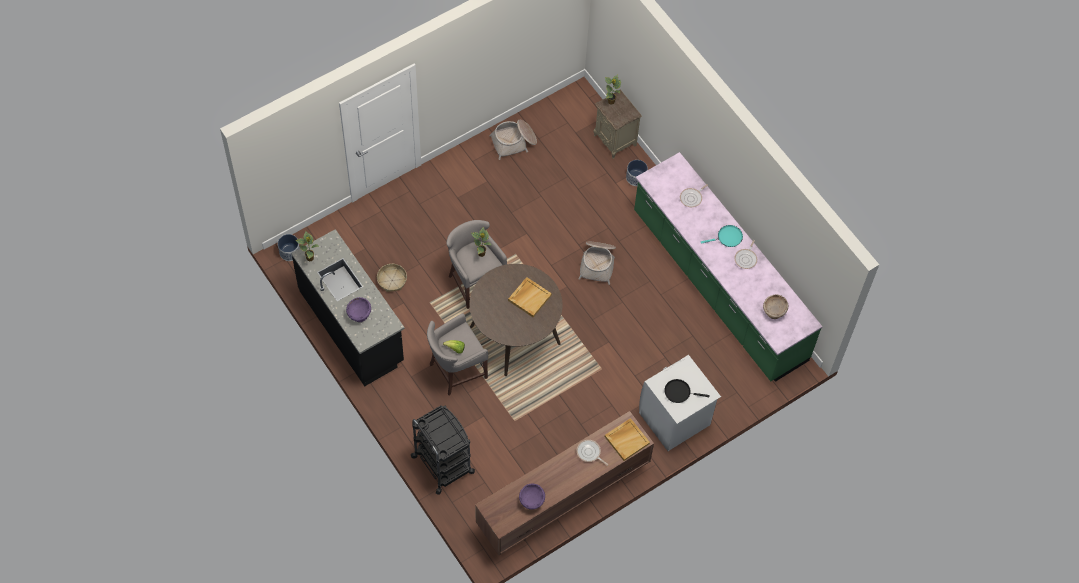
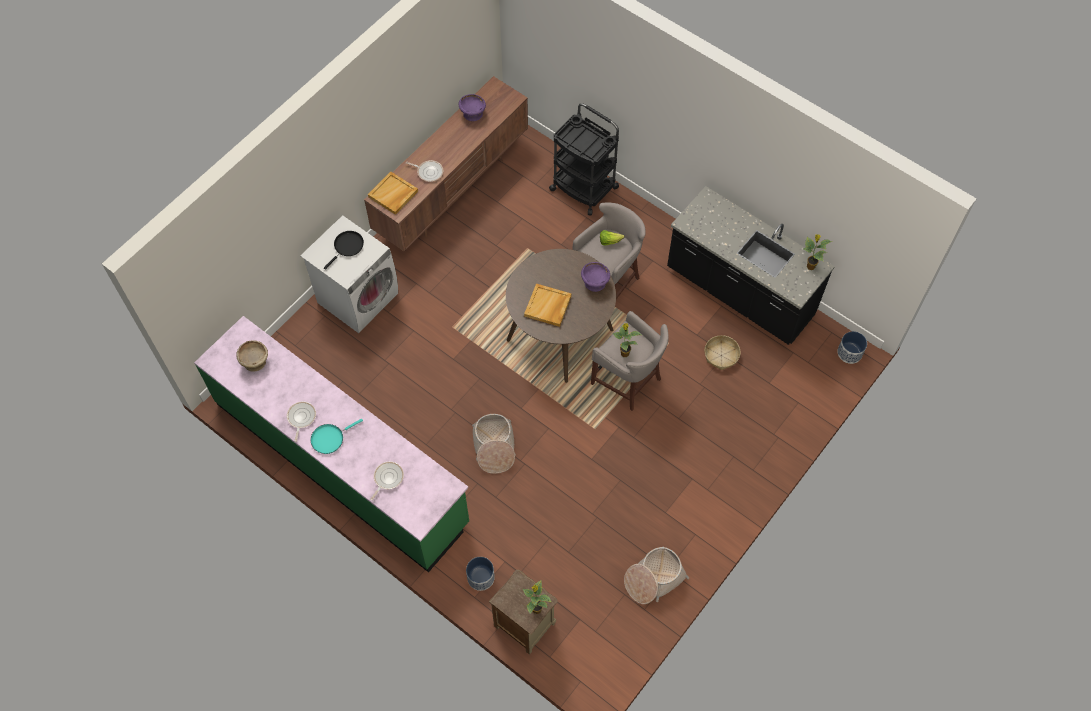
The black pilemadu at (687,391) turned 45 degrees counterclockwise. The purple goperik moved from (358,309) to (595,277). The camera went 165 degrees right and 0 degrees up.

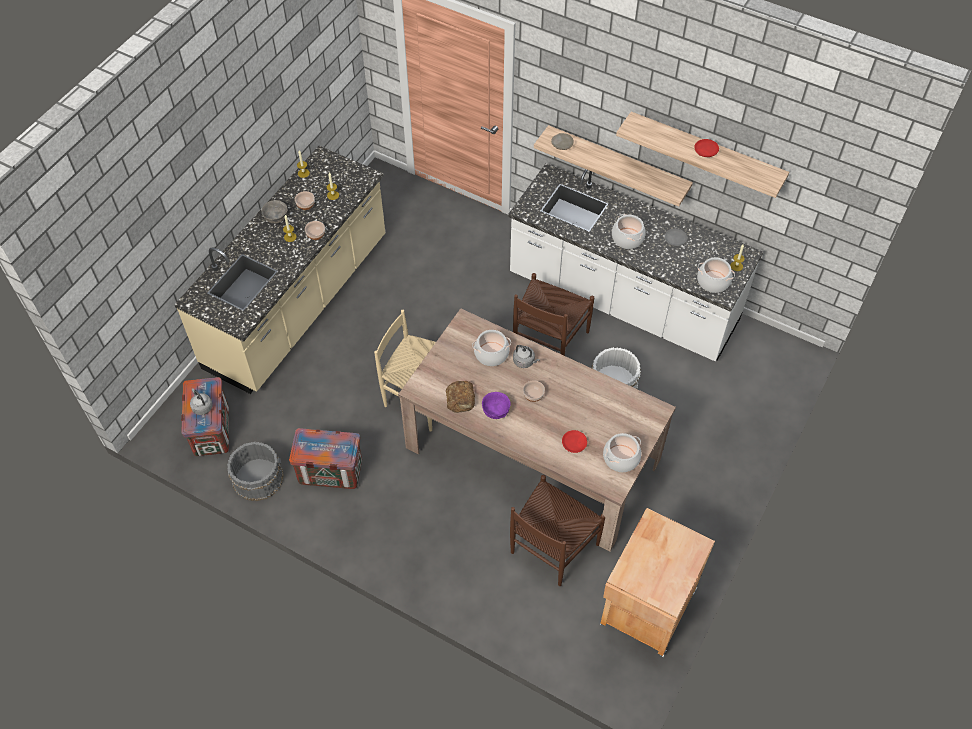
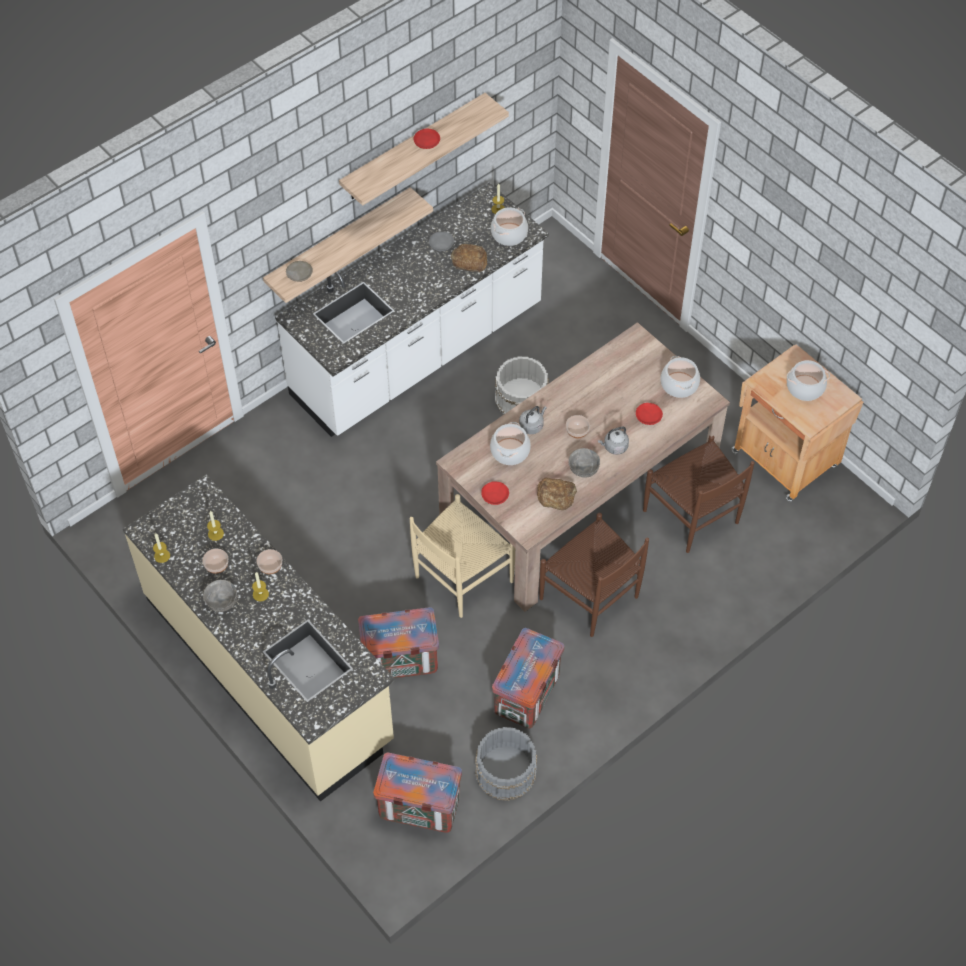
The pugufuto at (398,642) appeared. The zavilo at (469,258) appeared. The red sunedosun at (495,493) appeared. The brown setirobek moved from (553,314) to (594,575). The purple goperik at (496,405) became the grey goperik at (584,463). The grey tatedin moved from (201,401) to (613,440). The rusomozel moved from (629,231) to (808,380). The camera went 70 degrees left and 0 degrees up.

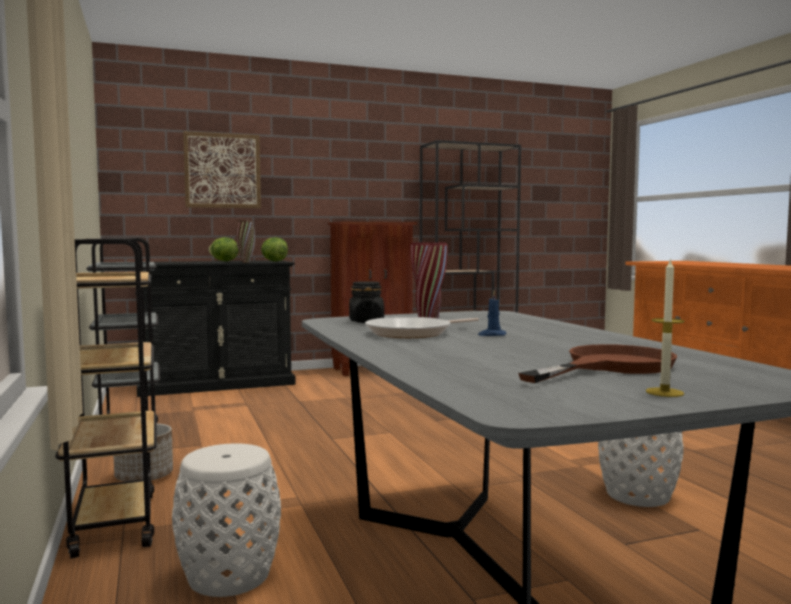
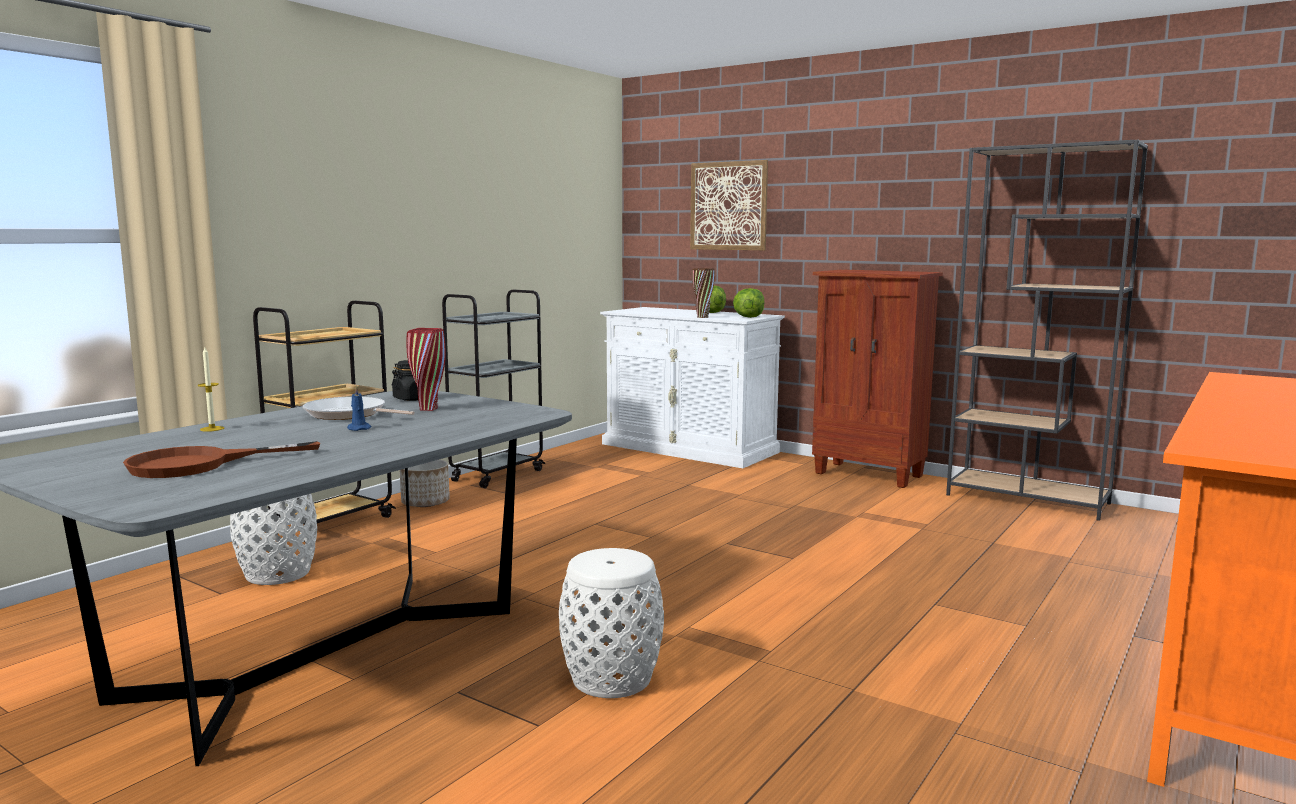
The brown pilemadu at (597,363) turned 135 degrees clockwise. The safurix moved from (665,327) to (211,389). The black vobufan at (215,328) became the white vobufan at (692,387). The camera went 55 degrees right and 5 degrees up.

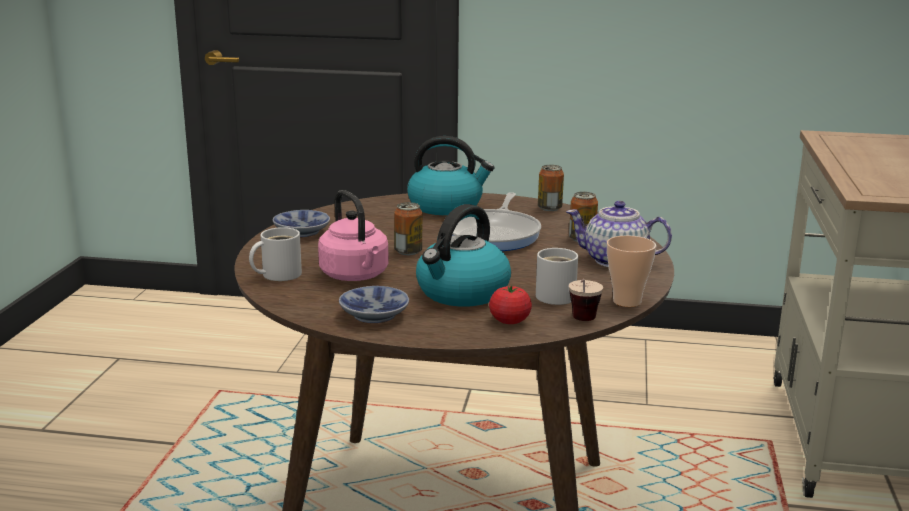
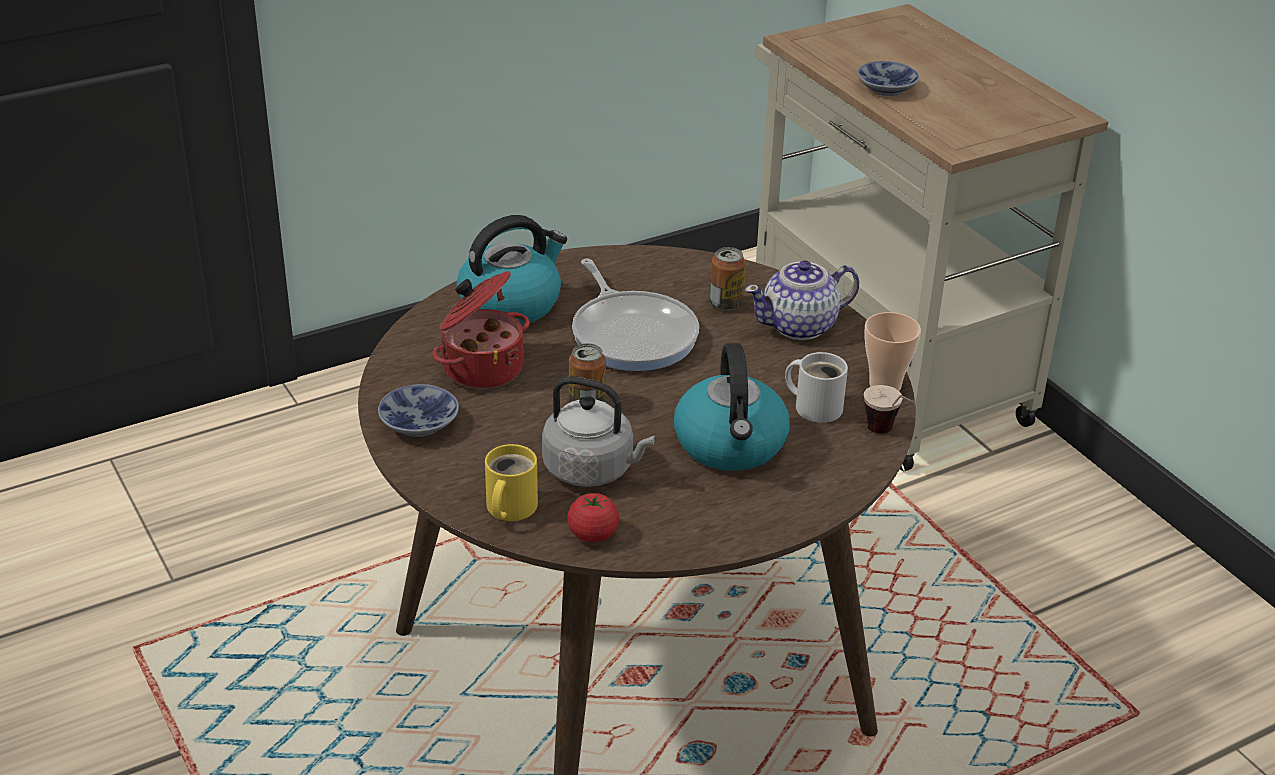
The rusomozel at (481,330) appeared. The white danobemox at (275,254) became the yellow danobemox at (511,482). The pink tatedin at (353,235) became the grey tatedin at (598,431). The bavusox moved from (510,305) to (593,517). The goperik moved from (374,304) to (888,78). The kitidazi at (551,188) disappeared. The camera went 40 degrees left and 15 degrees up.

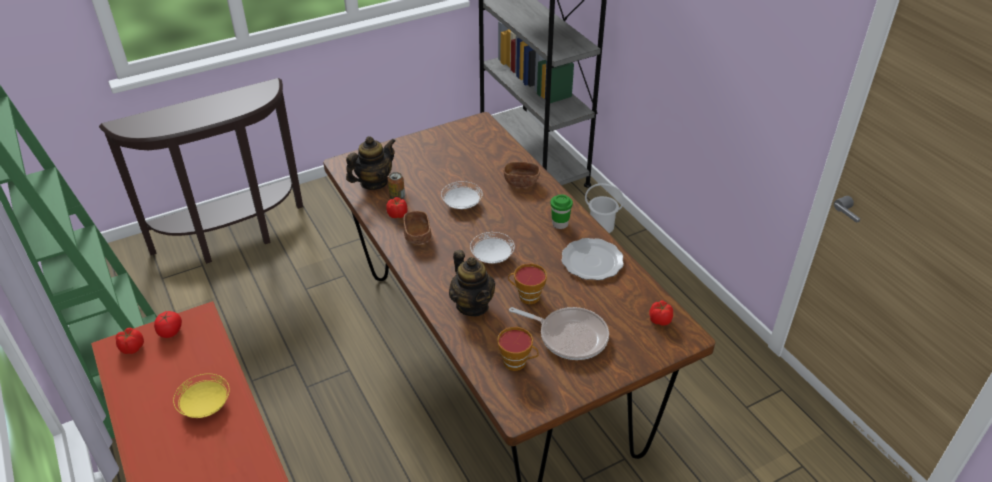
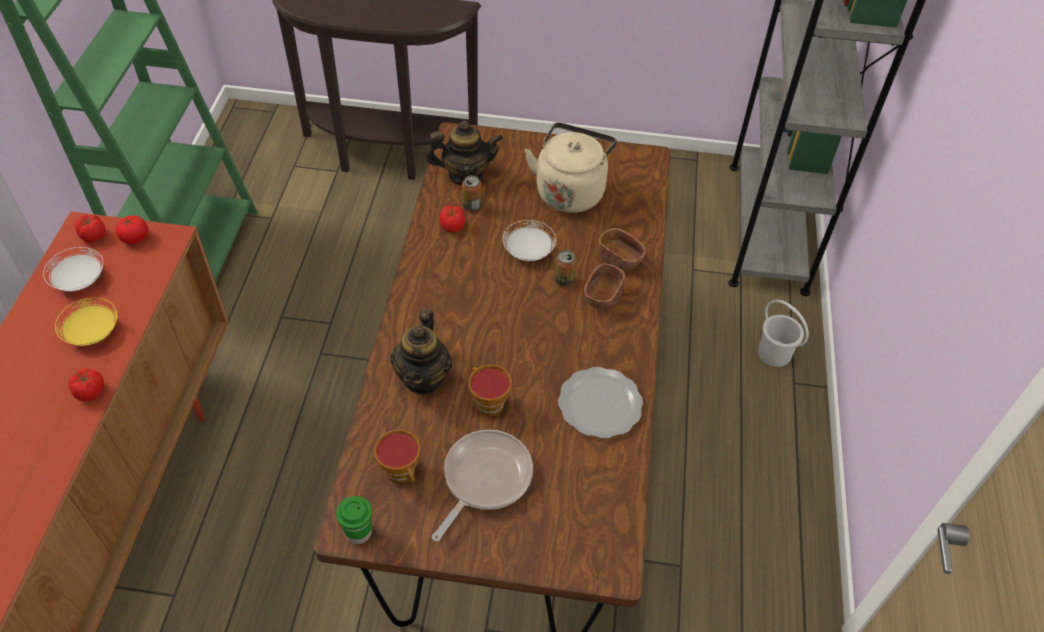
The white sunedosun moved from (492,248) to (73,269). The bavusox moved from (661,313) to (86,385). The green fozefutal moved from (561,211) to (354,520). The pilemadu at (559,333) turned 120 degrees counterclockwise. The beige tatedin at (570,167) appeared. The kitidazi at (565,268) appeared. The brown goperik moved from (417,227) to (604,287). The camera went 35 degrees right and 10 degrees up.

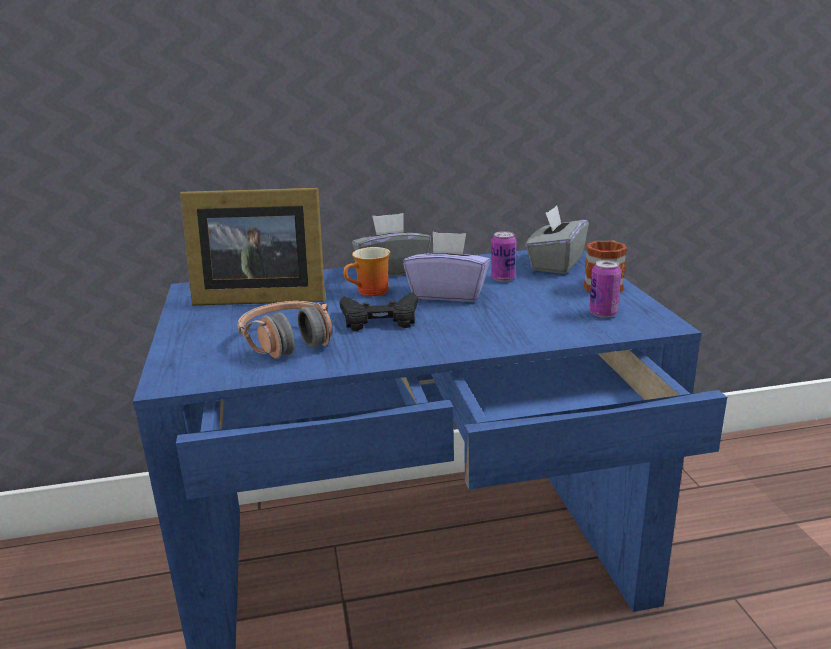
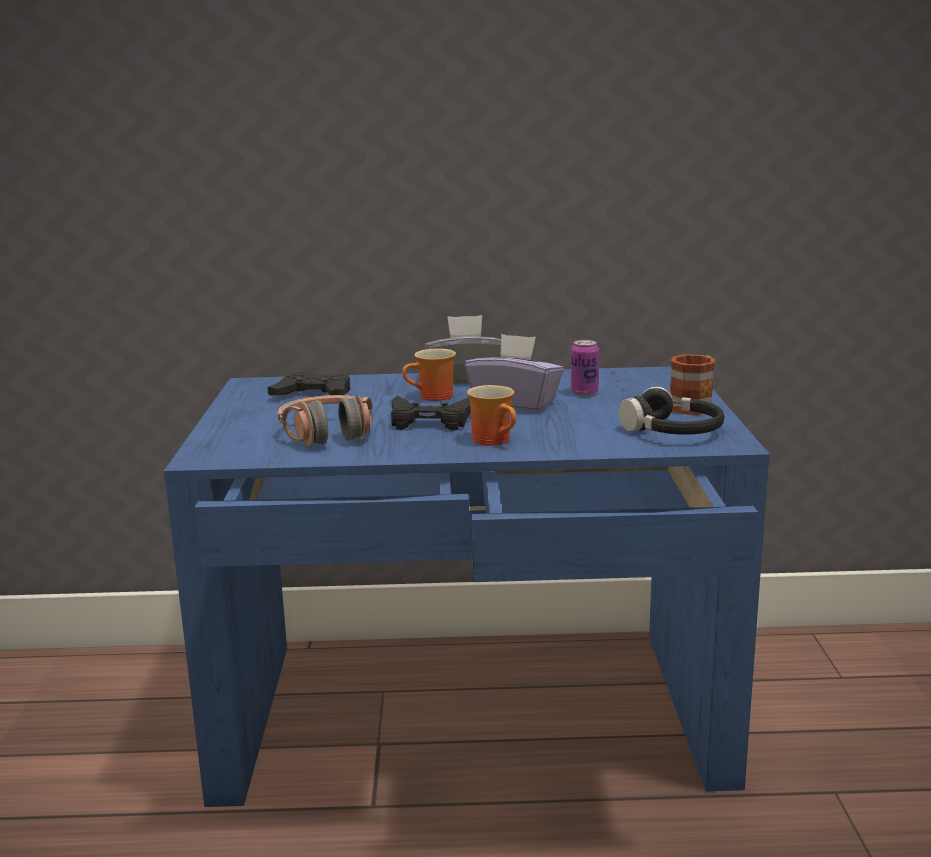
The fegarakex at (252,246) was replaced by the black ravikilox at (308,384). The danobemox at (491,415) appeared. The kitidazi at (605,289) was replaced by the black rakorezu at (671,410). The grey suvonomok at (557,239) disappeared. The camera went 10 degrees right and 5 degrees down.

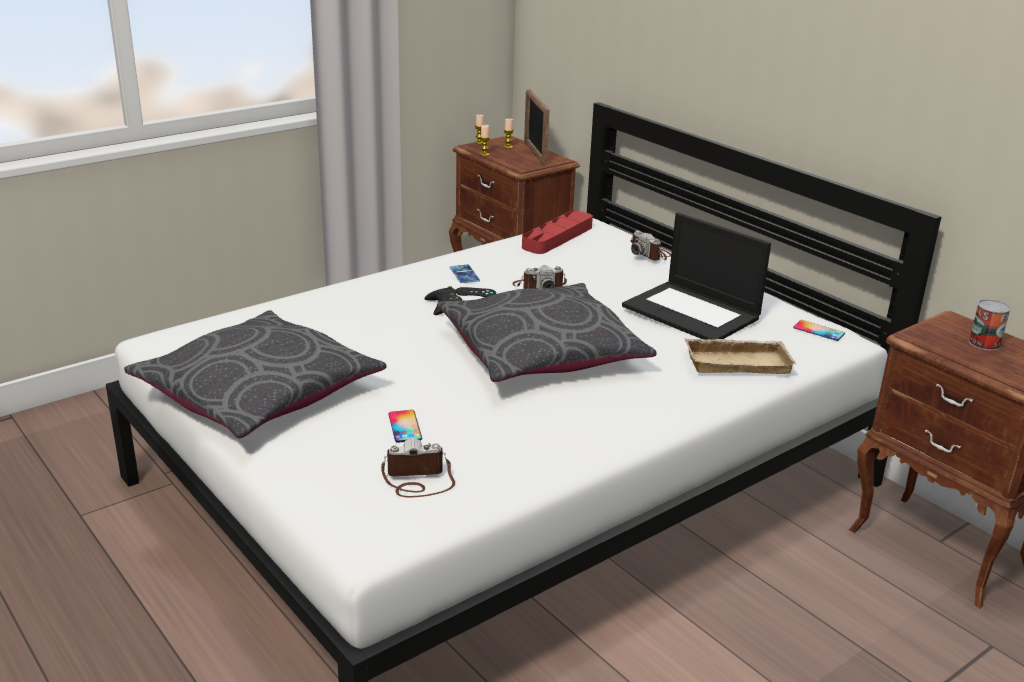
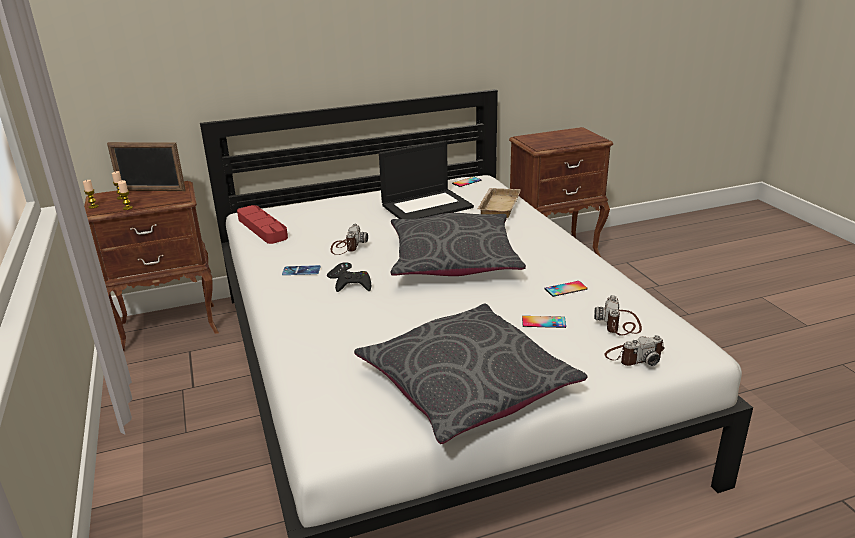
The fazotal at (566,289) appeared. The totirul moved from (651,245) to (634,350). The kitidazi at (990,325) disappeared. The camera went 70 degrees left and 0 degrees up.

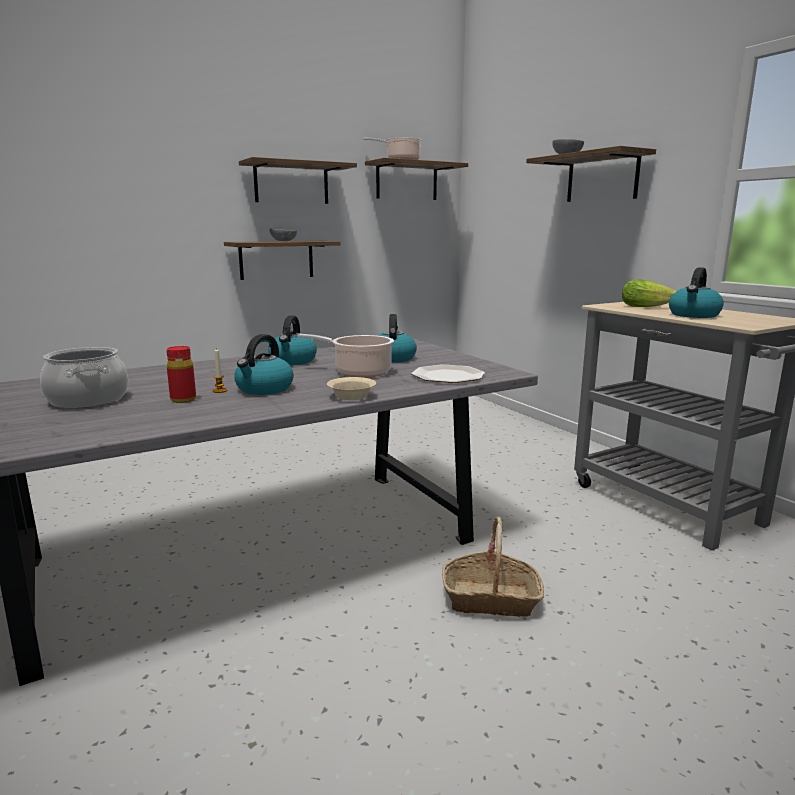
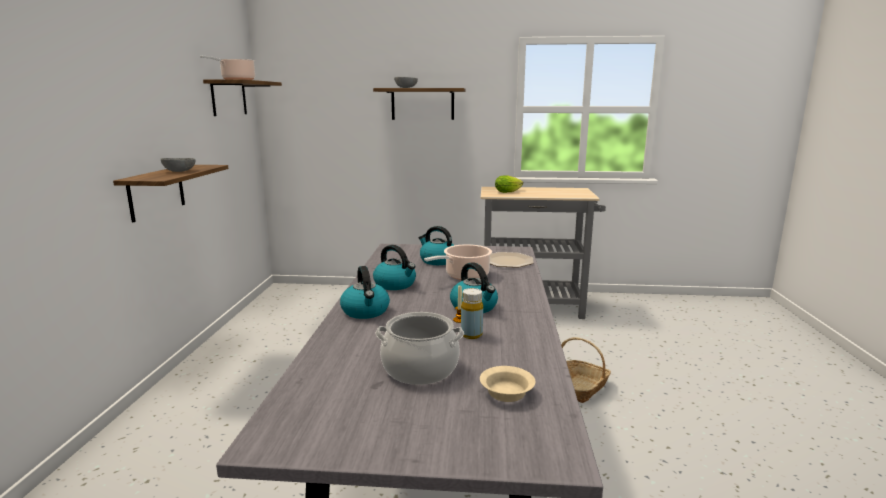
The tatedin moved from (696,292) to (365,292). The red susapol at (181,374) became the yellow susapol at (472,313). The beige goperik moved from (351,388) to (507,384). The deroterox at (298,180) disappeared. The camera went 55 degrees left and 0 degrees up.

